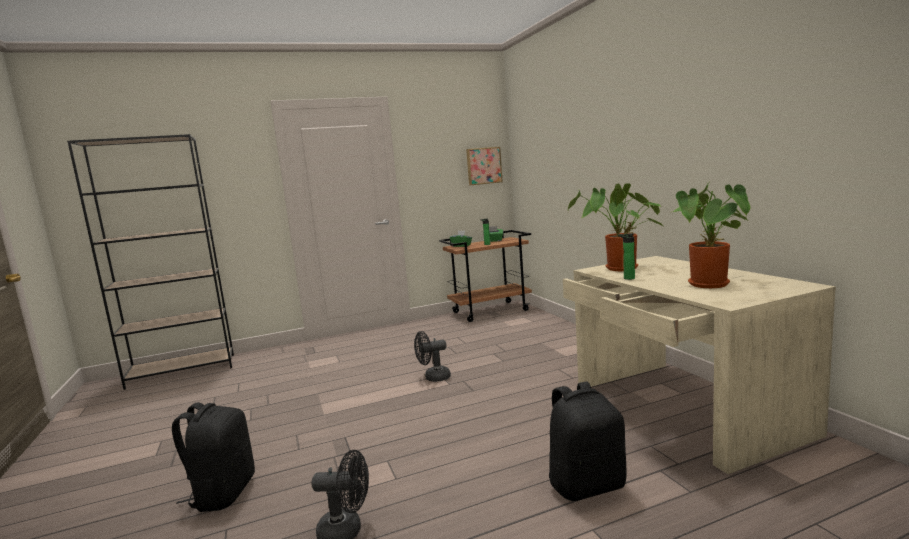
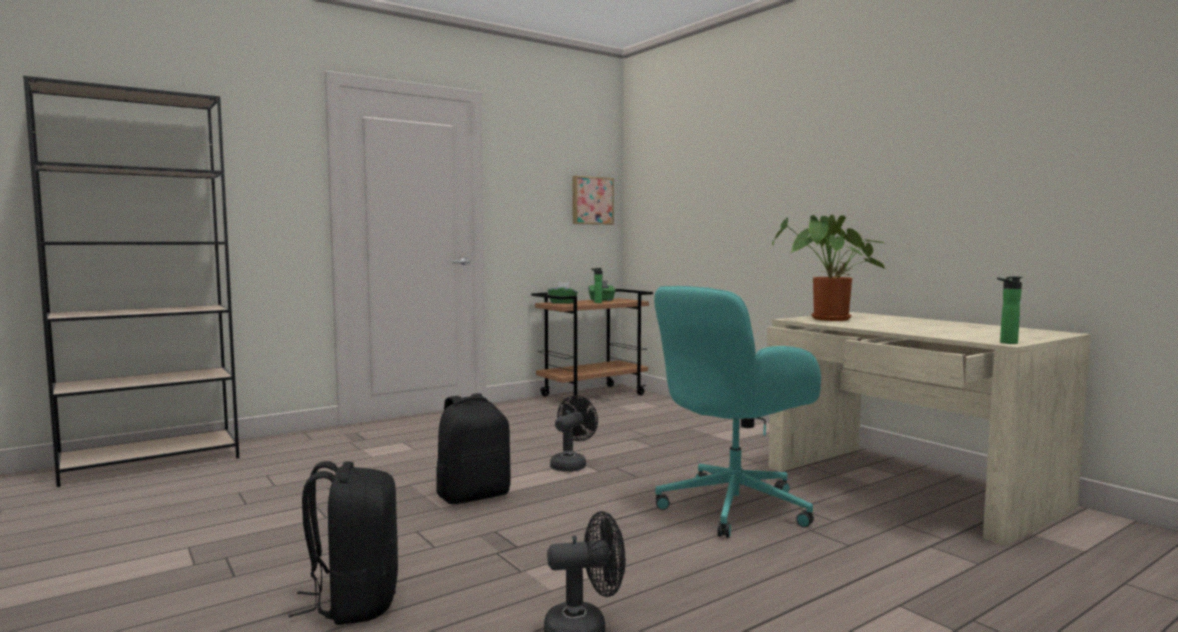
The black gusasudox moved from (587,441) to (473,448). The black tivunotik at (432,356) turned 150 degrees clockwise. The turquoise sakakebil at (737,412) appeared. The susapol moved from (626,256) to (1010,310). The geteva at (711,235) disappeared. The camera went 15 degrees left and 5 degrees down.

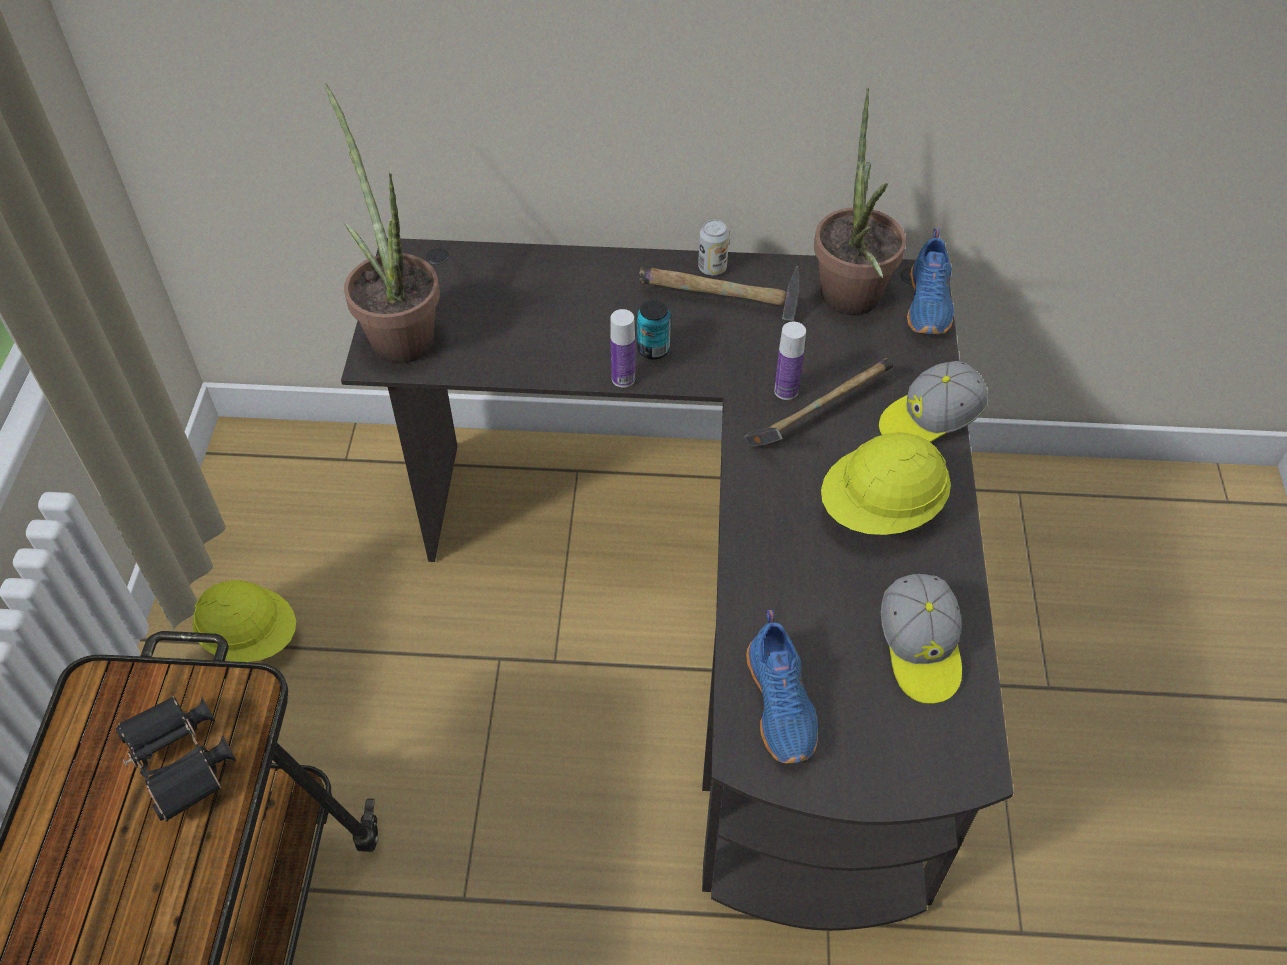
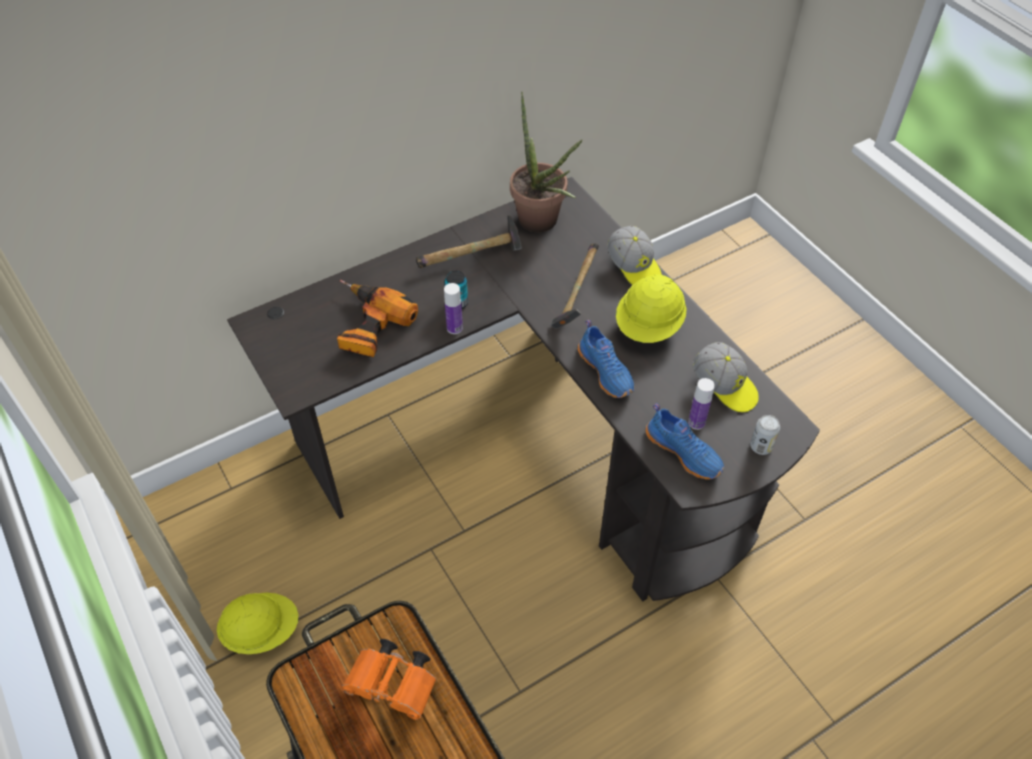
The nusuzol at (377,318) appeared. The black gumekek at (176,759) became the orange gumekek at (389,679). The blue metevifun moved from (930,281) to (606,359). The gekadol at (933,401) turned 60 degrees counterclockwise. The susapol moved from (790,361) to (701,404). The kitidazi moved from (713,247) to (765,435). The geteva at (382,223) disappeared. The camera went 35 degrees left and 0 degrees up.

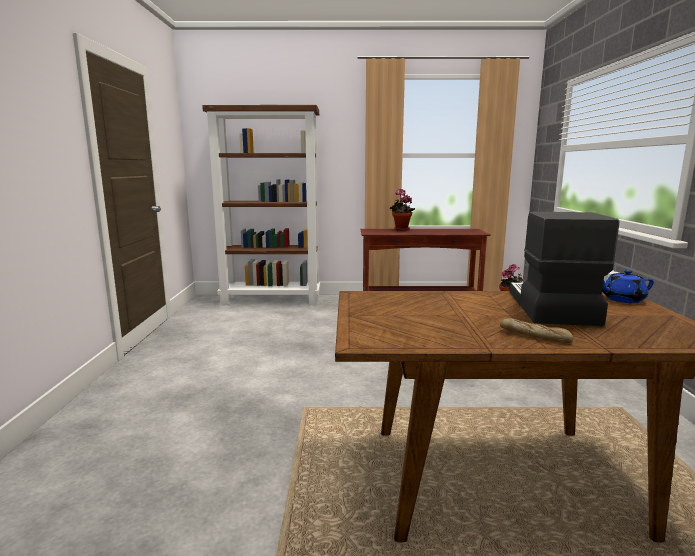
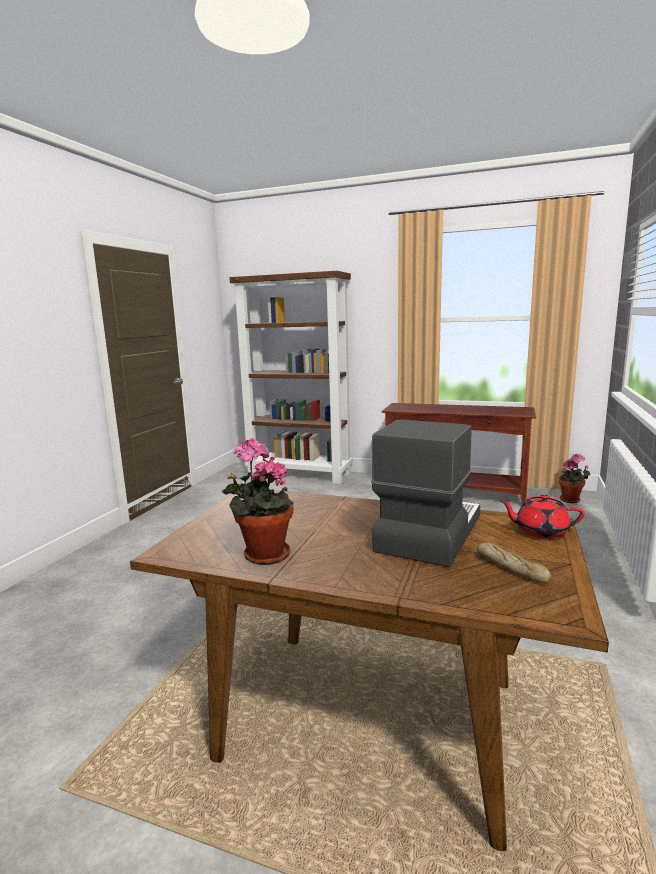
The geteva moved from (402,210) to (257,501). The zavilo moved from (536,330) to (514,563). The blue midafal at (628,286) became the red midafal at (542,516). The camera went 20 degrees right and 0 degrees up.

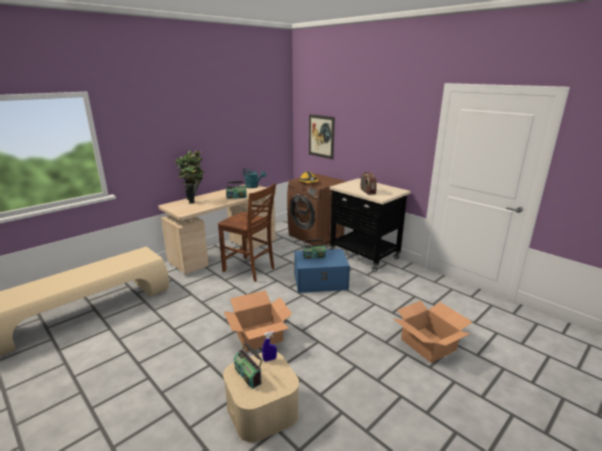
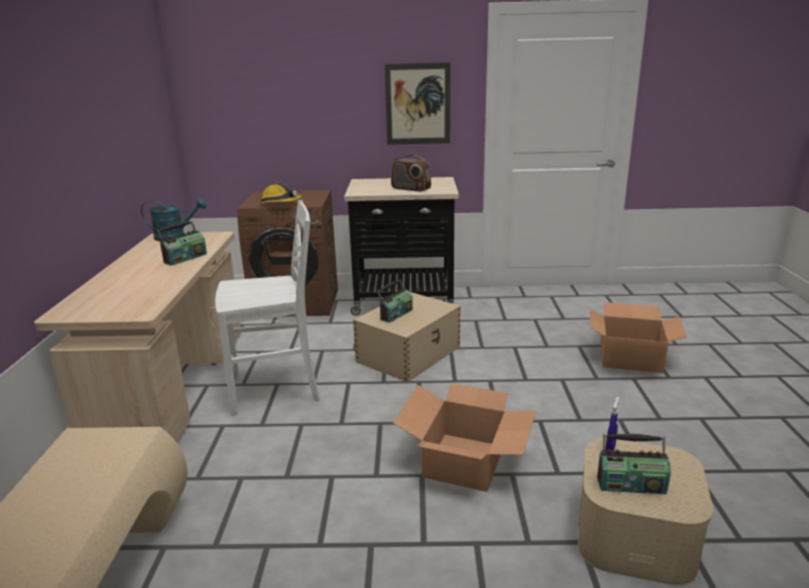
The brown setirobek at (247,232) became the white setirobek at (267,308). The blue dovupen at (322,271) became the beige dovupen at (407,337). The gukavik moved from (322,136) to (417,103). The geteva at (190,177) disappeared. The camera went 45 degrees left and 0 degrees up.

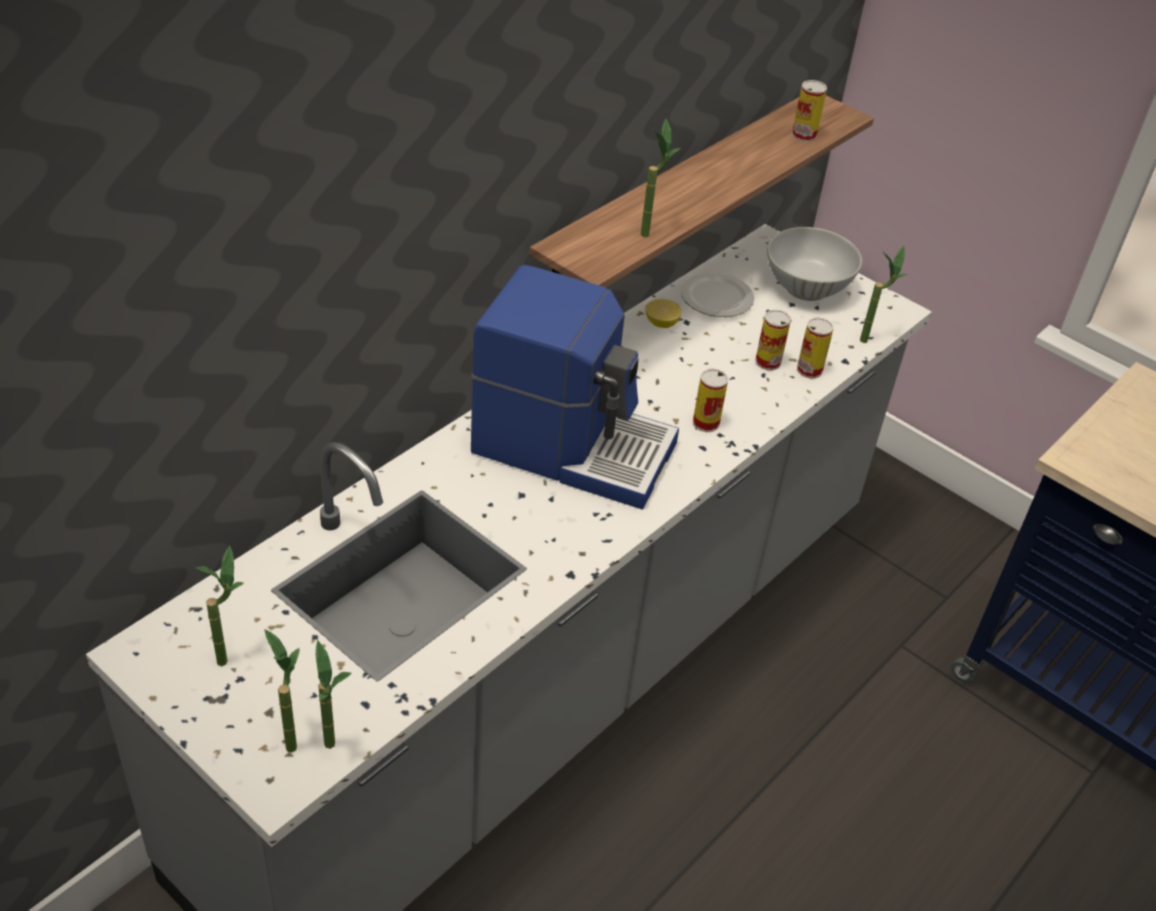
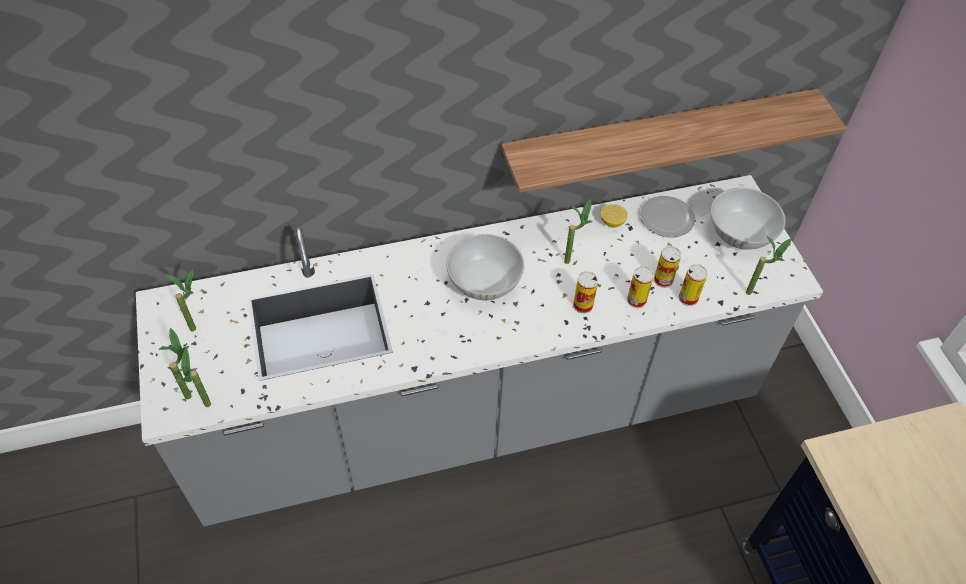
The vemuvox at (575,387) was replaced by the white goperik at (485,267). The geteva moved from (661,178) to (578,231). The kitidazi moved from (809,111) to (640,287). The camera went 35 degrees right and 10 degrees up.

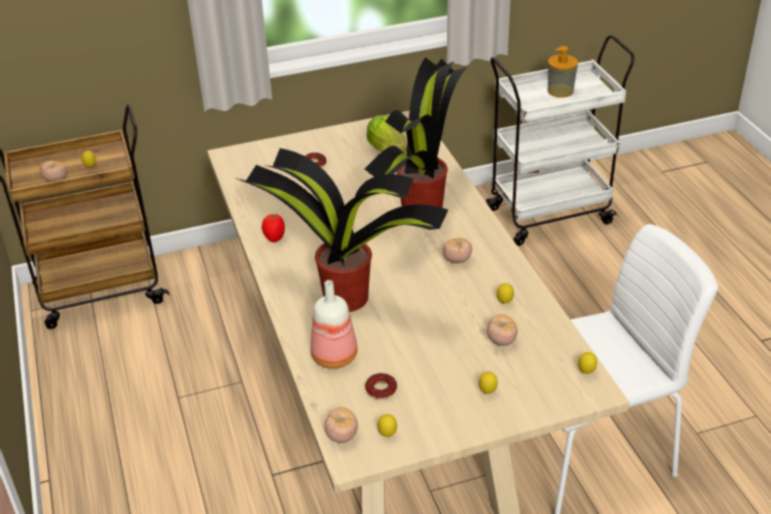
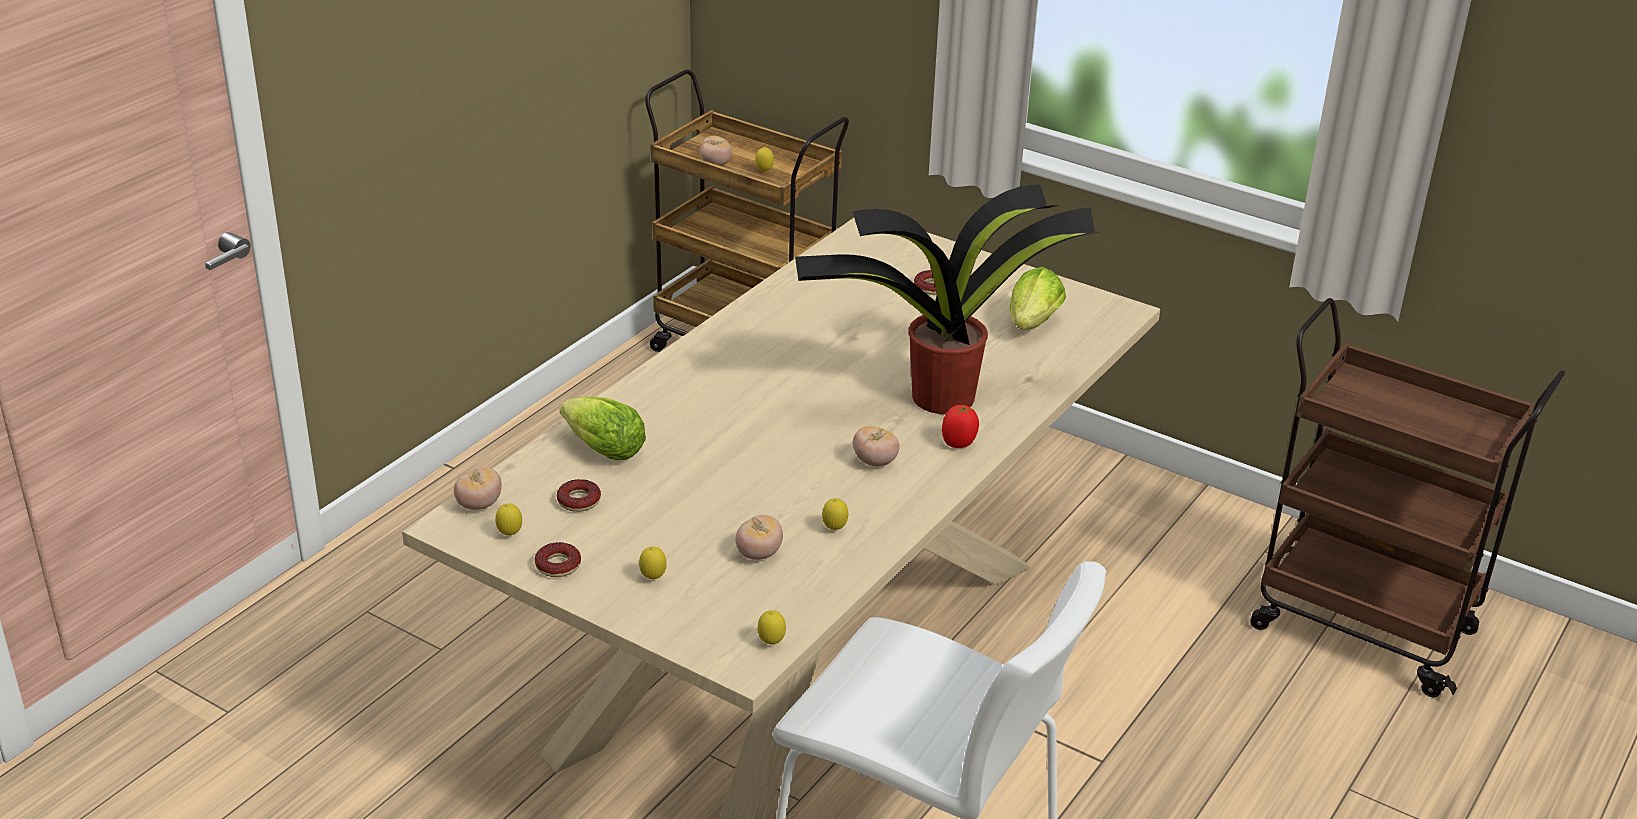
The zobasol at (558,559) appeared. The susapol at (334,324) was replaced by the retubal at (603,428). The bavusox moved from (273,228) to (960,426). The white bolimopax at (559,140) became the brown bolimopax at (1407,497). The geteva at (342,230) disappeared. The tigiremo at (563,72) disappeared. The camera went 50 degrees right and 5 degrees down.

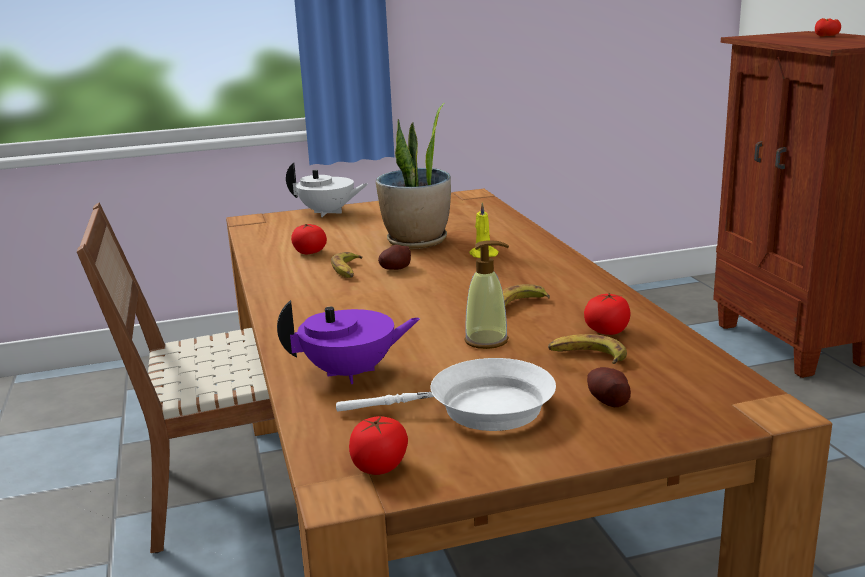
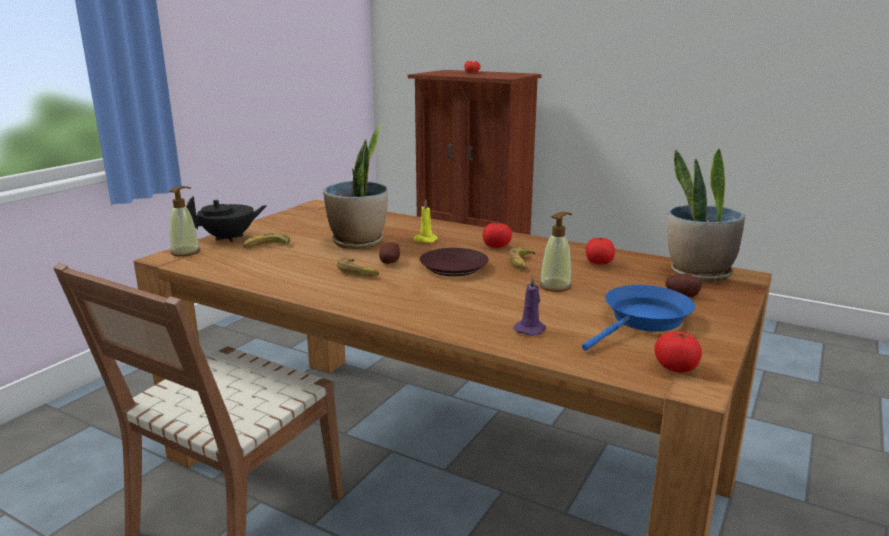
The tigiremo at (184,221) appeared. The white midafal at (327,190) became the black midafal at (226,219). The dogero moved from (587,349) to (266,240). The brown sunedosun at (454,262) appeared. The bavusox moved from (309,239) to (497,235). The purple midafal at (348,342) was replaced by the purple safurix at (530,305). The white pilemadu at (446,394) became the blue pilemadu at (638,318). The geteva at (706,215) appeared. The camera went 45 degrees left and 0 degrees up.

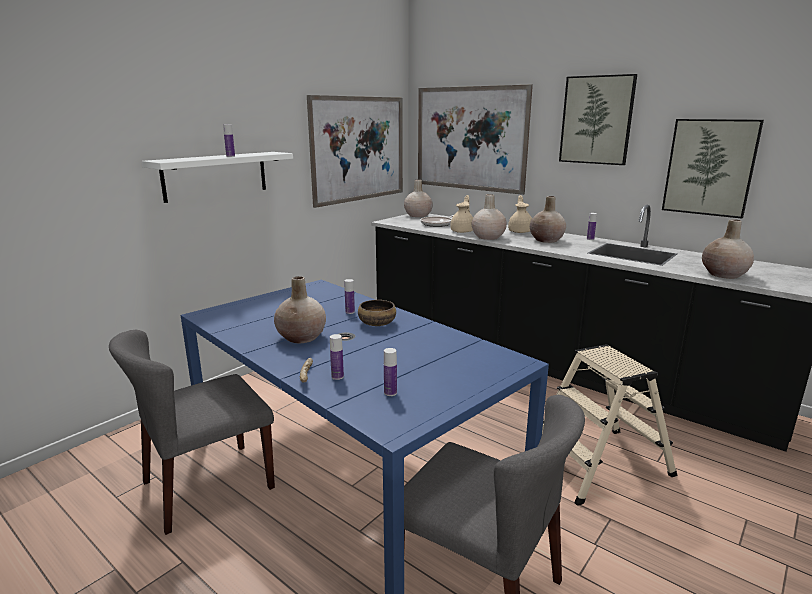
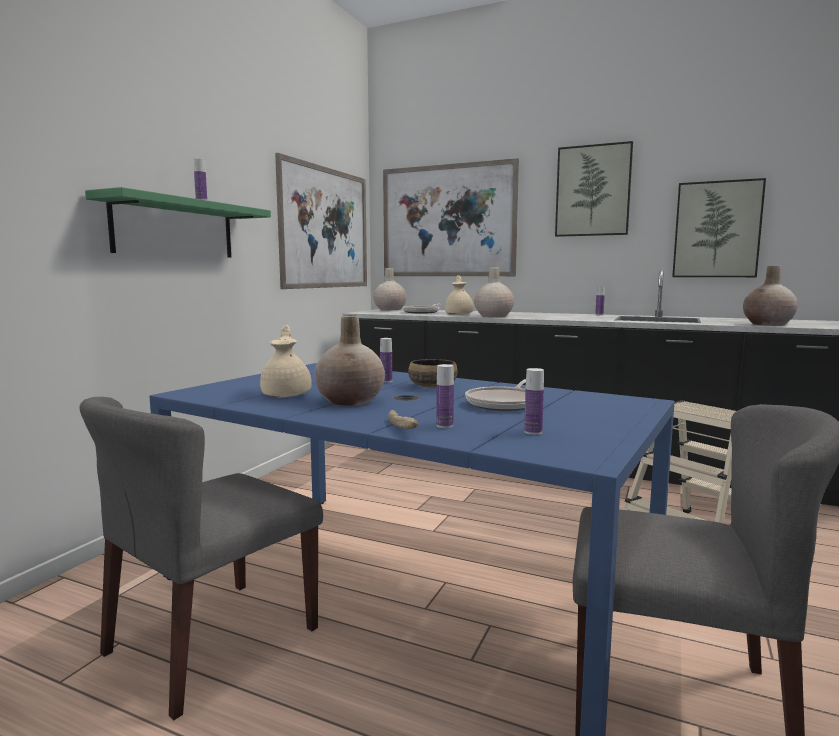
The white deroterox at (217,177) became the green deroterox at (178,222). The beige midafal moved from (520,214) to (285,361). The pilemadu at (495,395) appeared. The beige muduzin at (548,219) disappeared. The camera went 15 degrees left and 10 degrees down.

